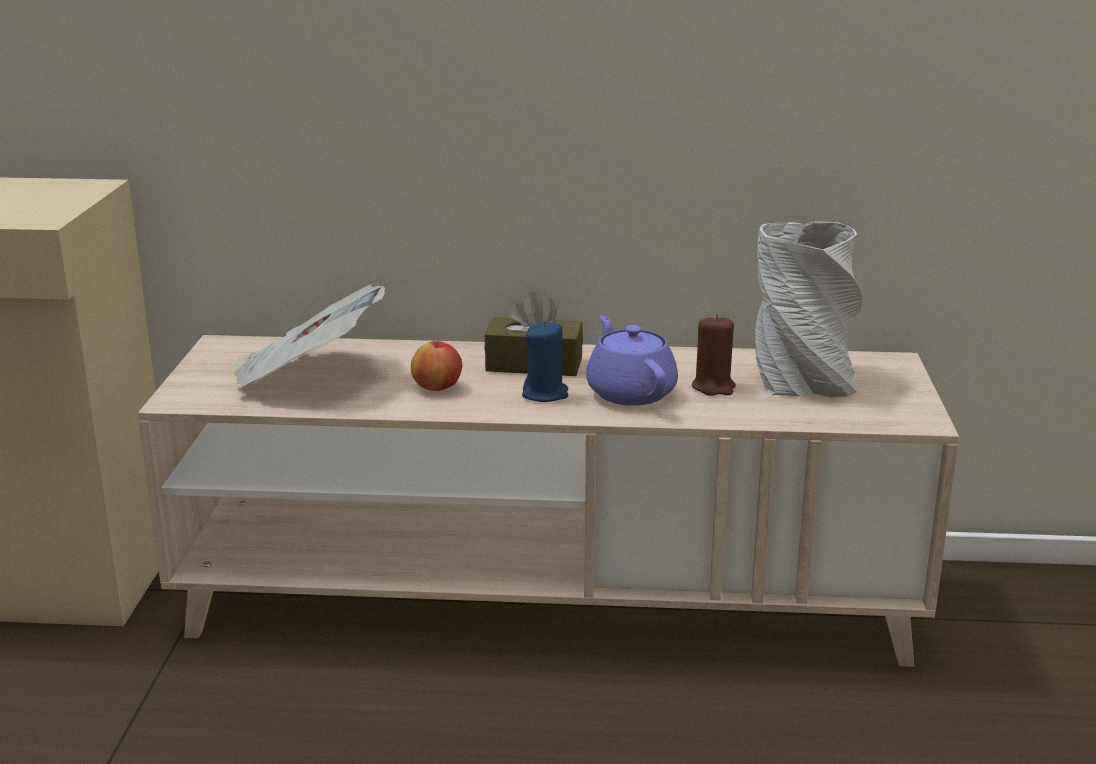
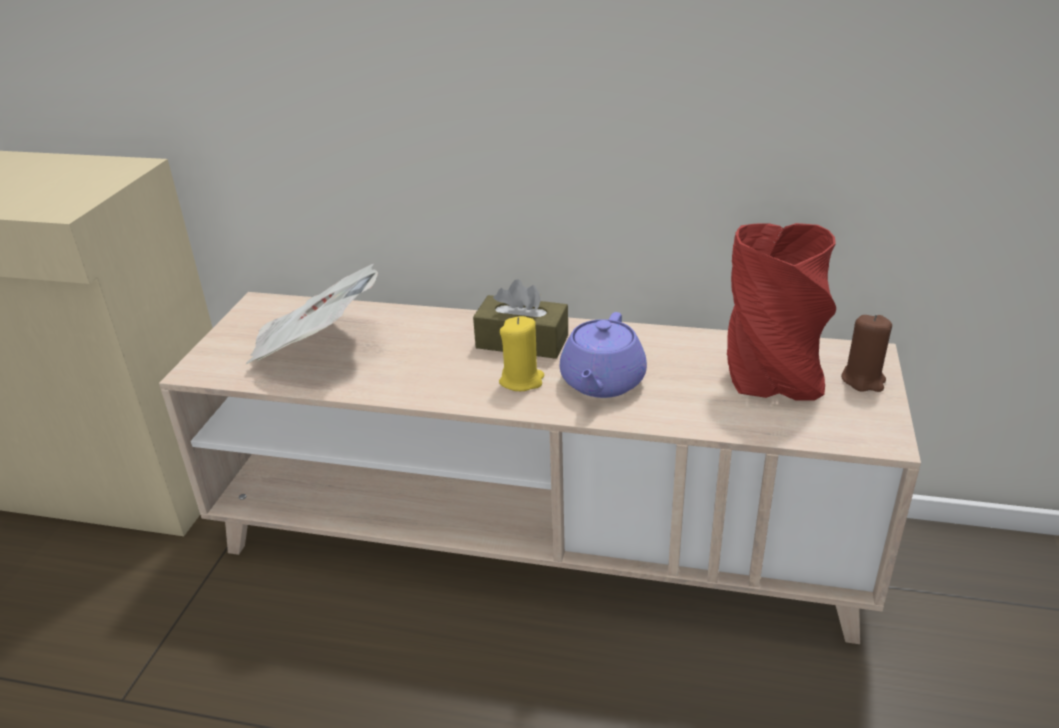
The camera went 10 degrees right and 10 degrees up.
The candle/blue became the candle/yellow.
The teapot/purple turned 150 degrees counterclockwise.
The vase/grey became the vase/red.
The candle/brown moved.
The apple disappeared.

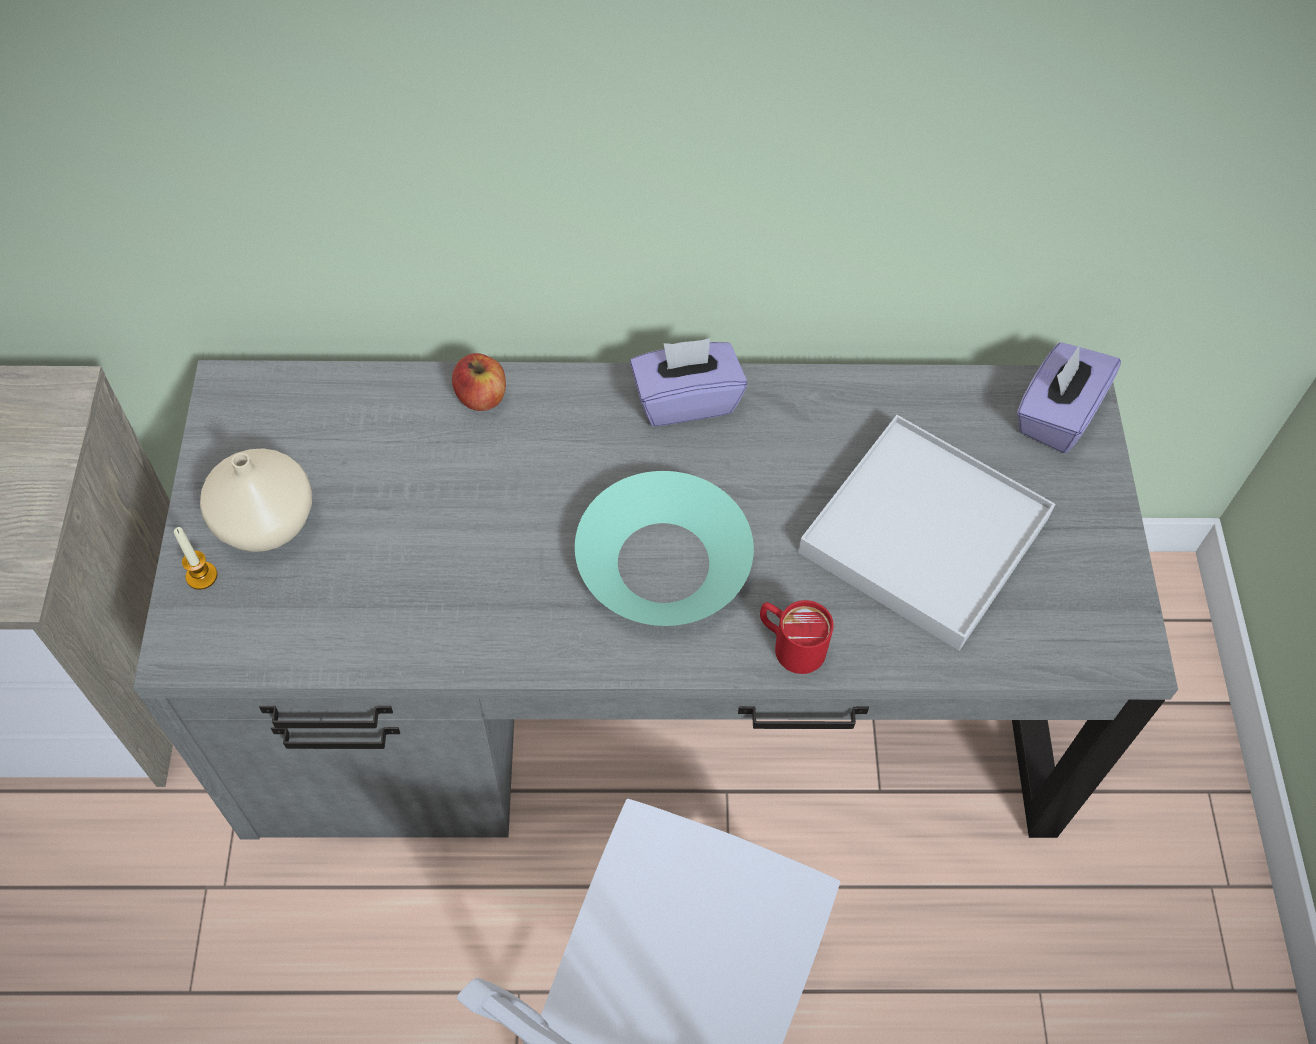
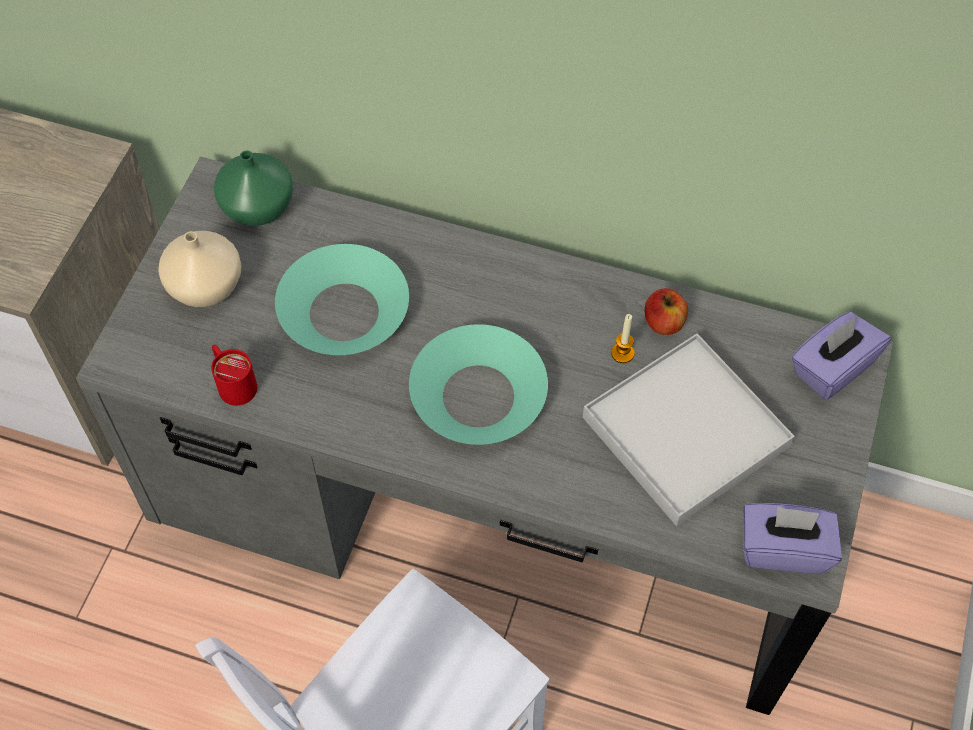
The camera went 20 degrees right and 0 degrees up.
The mug/red moved.
The vase/green appeared.
The bowl/turquoise (no. 1 from left) appeared.
The candle moved.
The apple moved.
The tissue box/purple (no. 1 from left) moved.

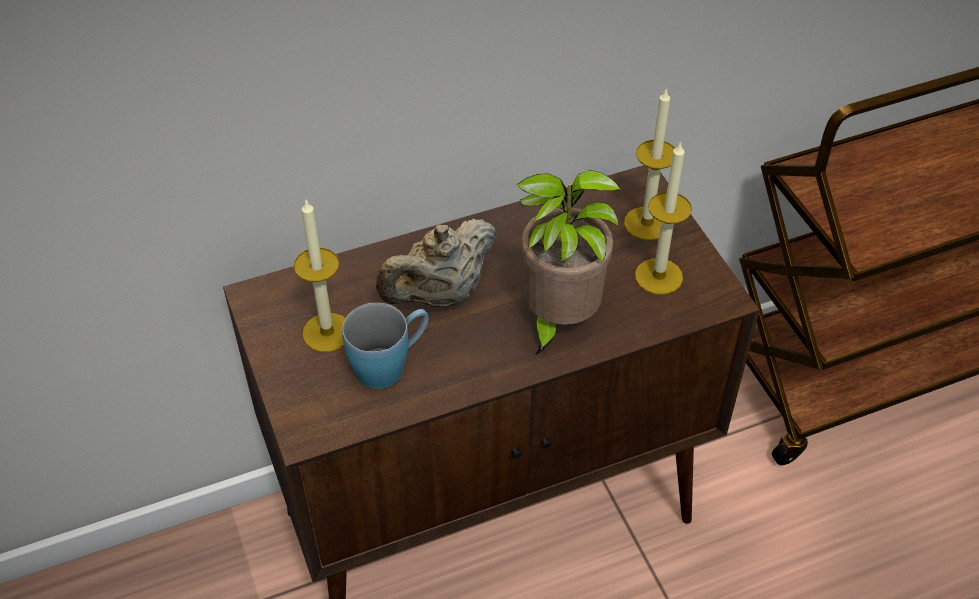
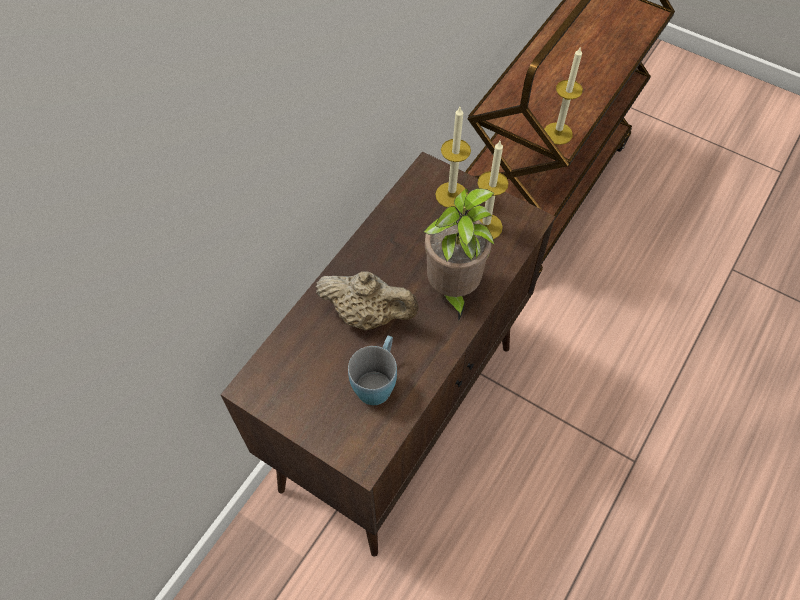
The camera went 35 degrees left and 10 degrees up.
The teapot/beige turned 90 degrees counterclockwise.
The candle (no. 1 from left in the first image) moved.

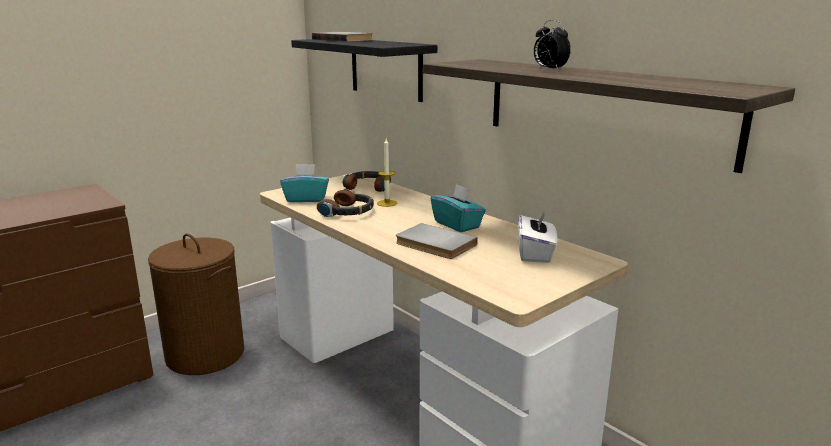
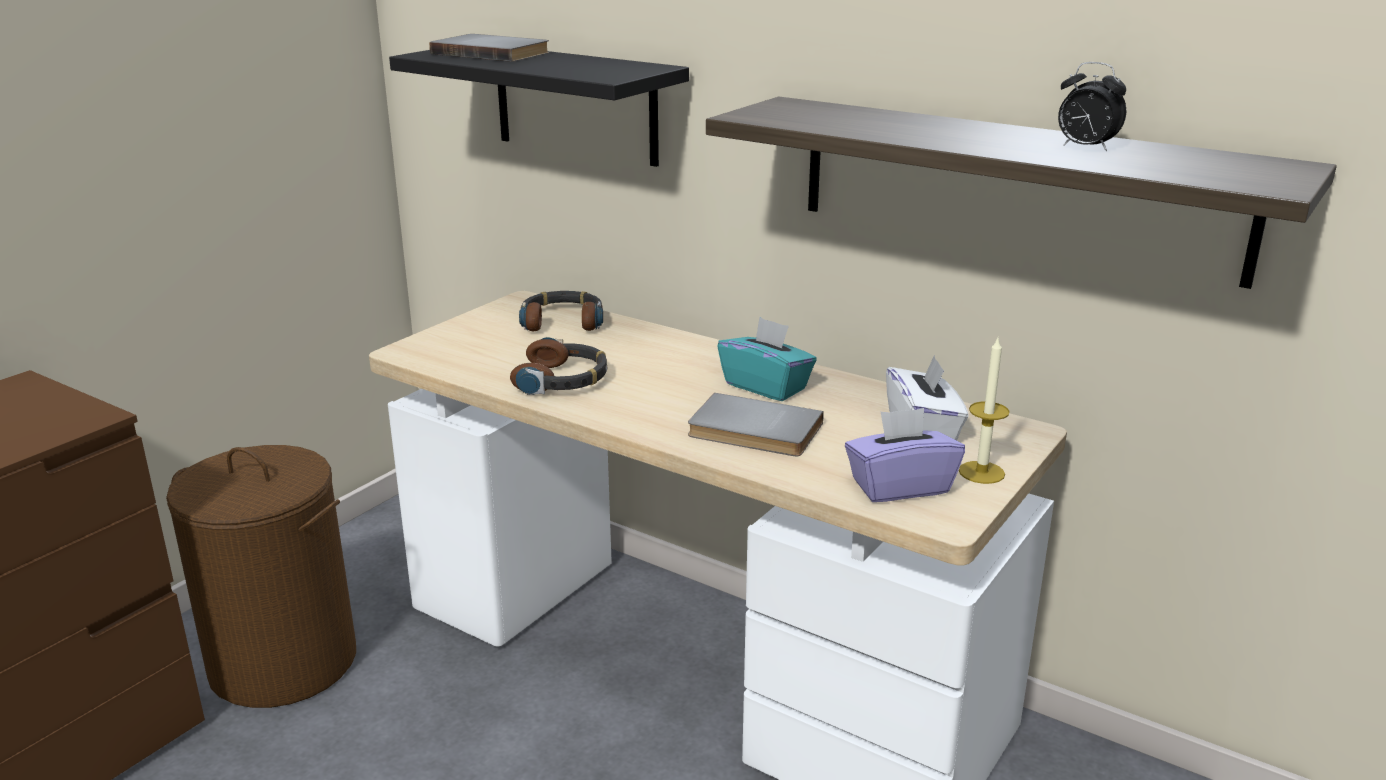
The camera went 15 degrees left and 5 degrees up.
The tissue box/purple appeared.
The candle moved.
The alarm clock moved.
The tissue box/turquoise (no. 1 from left) disappeared.

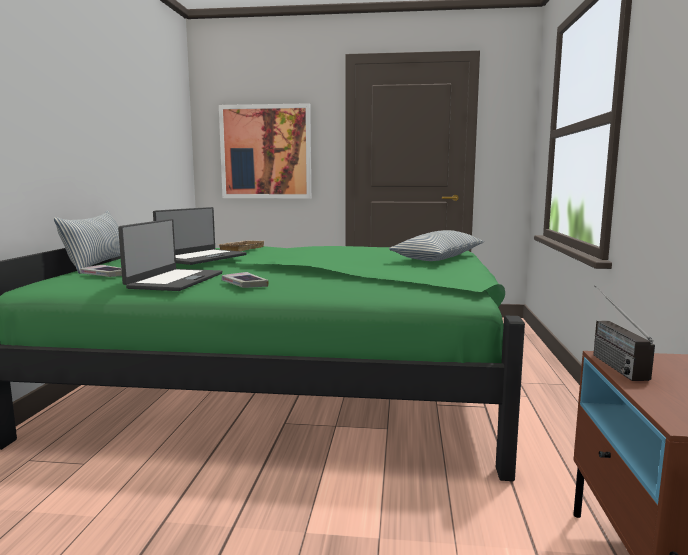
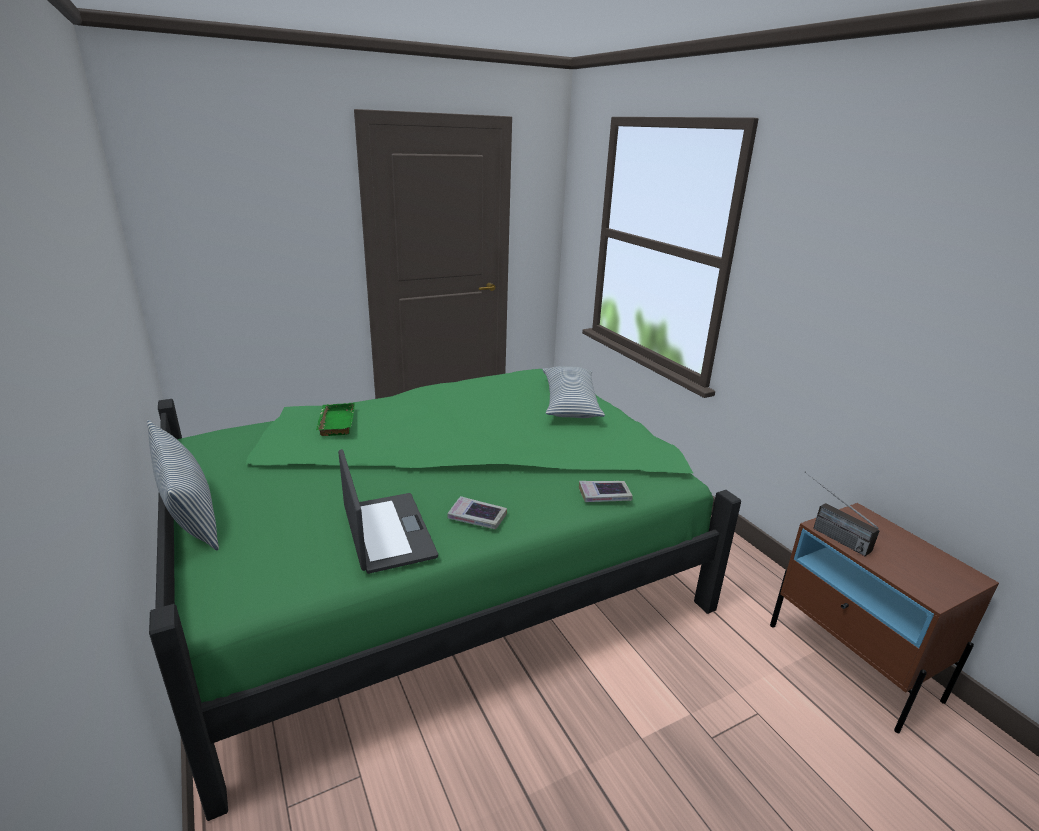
The camera went 35 degrees left and 15 degrees up.
The tray/beige became the tray/green.
The book (no. 1 from left in the first image) moved.
The laptop (no. 2 from left) disappeared.
The picture disappeared.

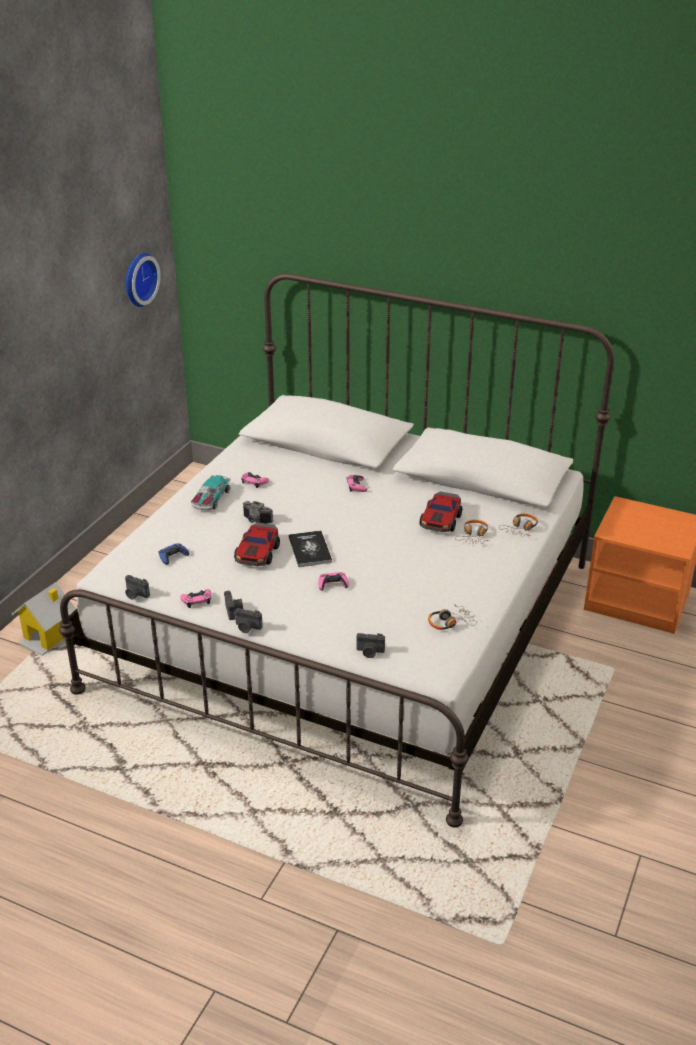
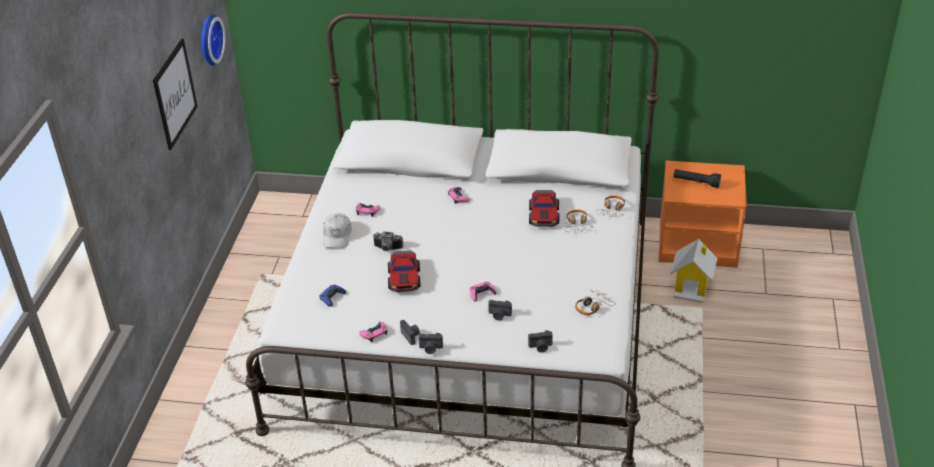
The camera went 15 degrees left and 5 degrees up.
The picture appeared.
The toy car (no. 1 from left) was replaced by the cap/white.
The photo camera (no. 1 from left in the first image) moved.
The toy house moved.
The flashlight/black appeared.
The book disappeared.

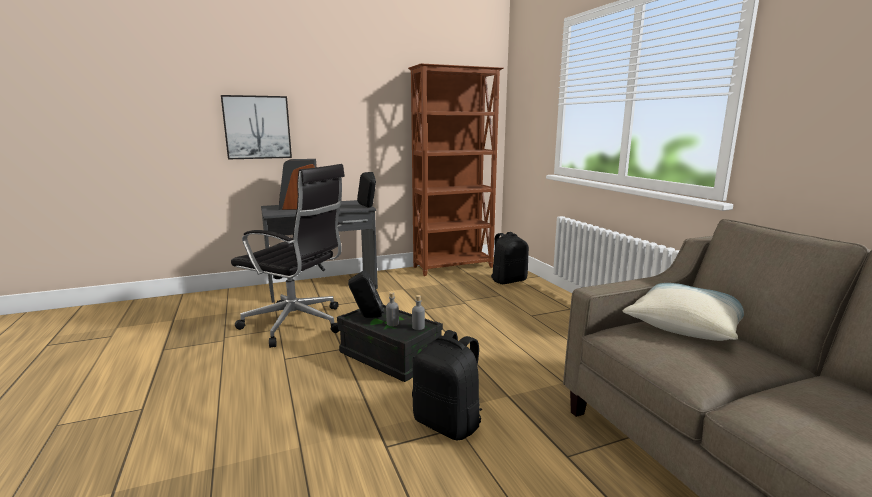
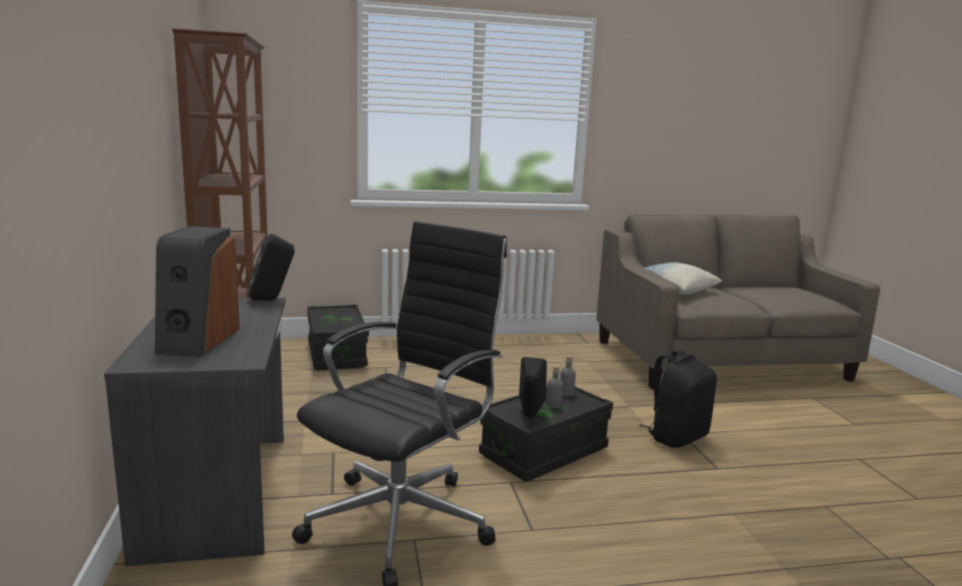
The camera went 80 degrees left and 0 degrees up.
The backpack/black (no. 2 from left) was replaced by the storage box/black (no. 1 from left).
The picture disappeared.

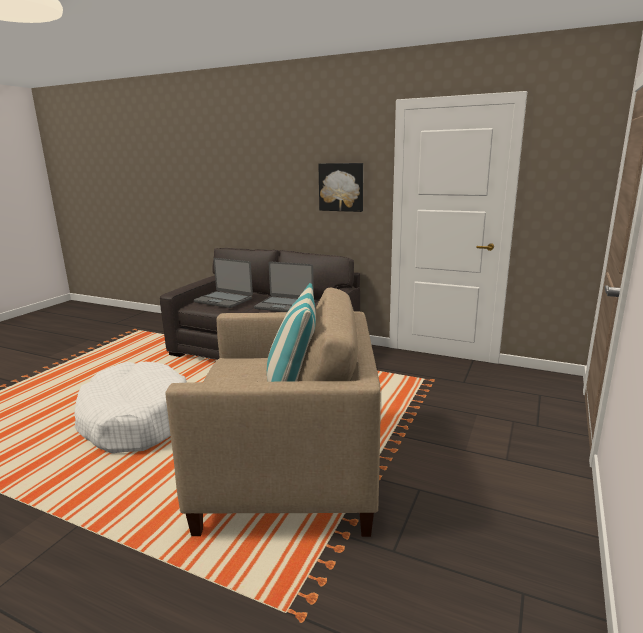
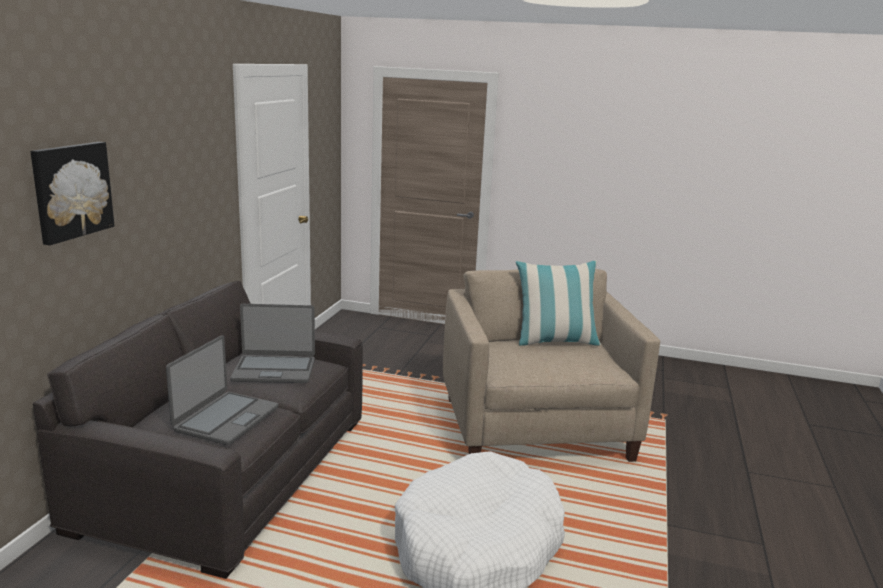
The camera went 100 degrees left and 0 degrees up.
The picture moved.
The laptop (no. 2 from left) turned 75 degrees clockwise.

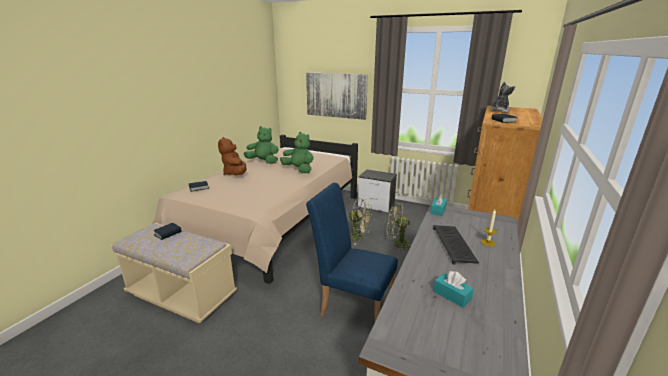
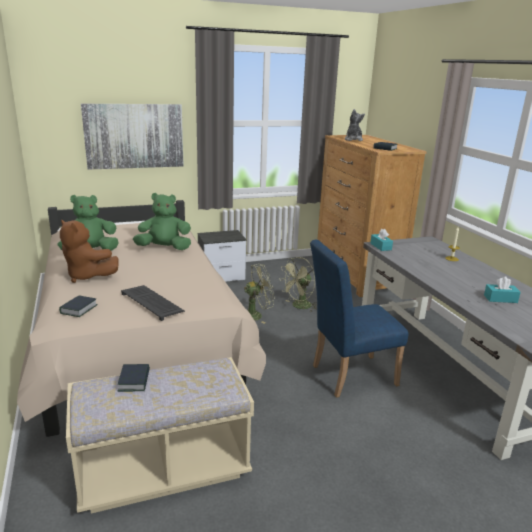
The camera went 45 degrees left and 0 degrees up.
The keyboard moved.

